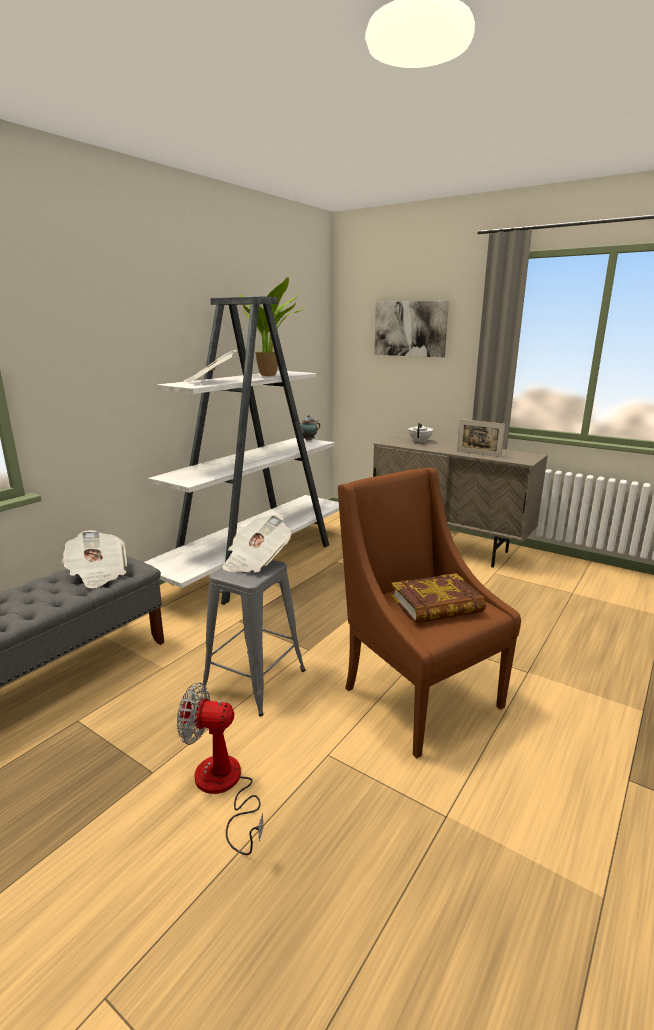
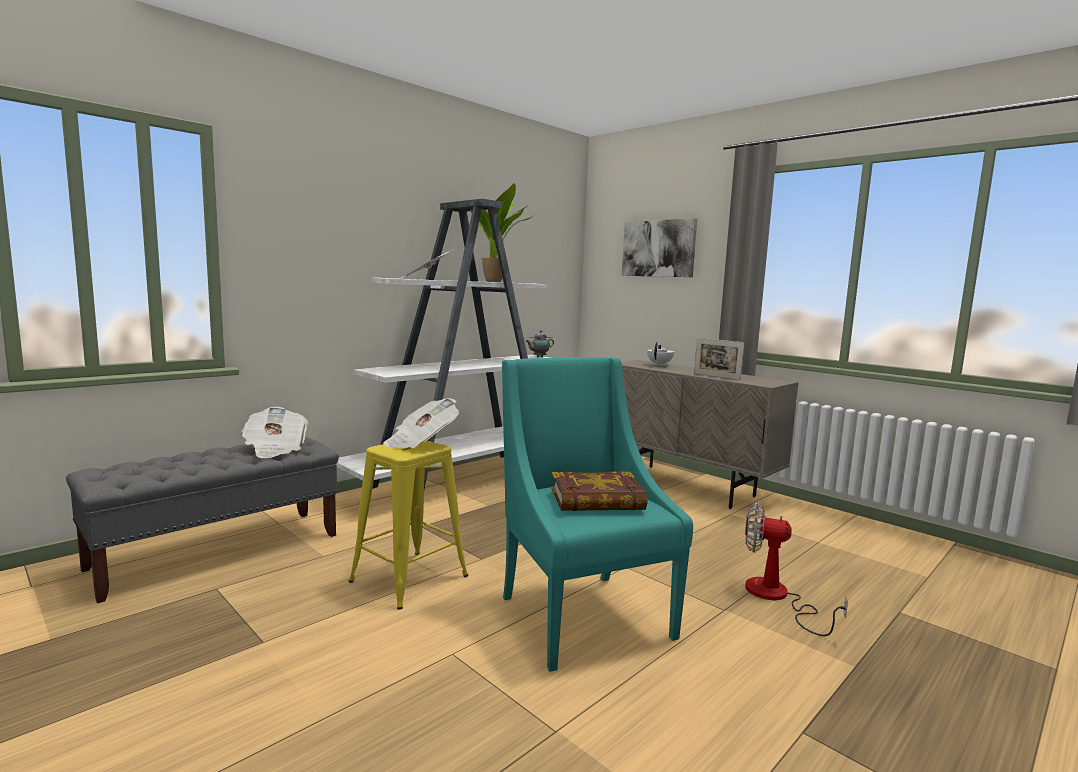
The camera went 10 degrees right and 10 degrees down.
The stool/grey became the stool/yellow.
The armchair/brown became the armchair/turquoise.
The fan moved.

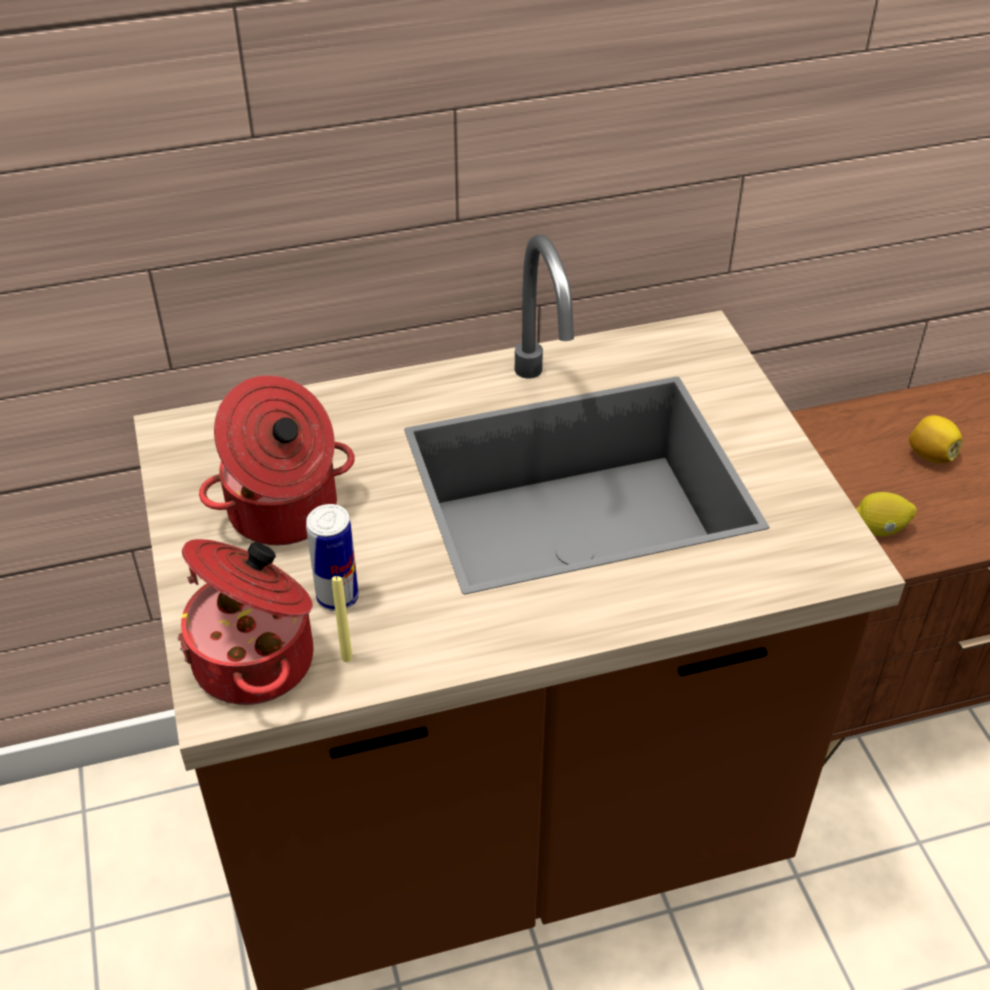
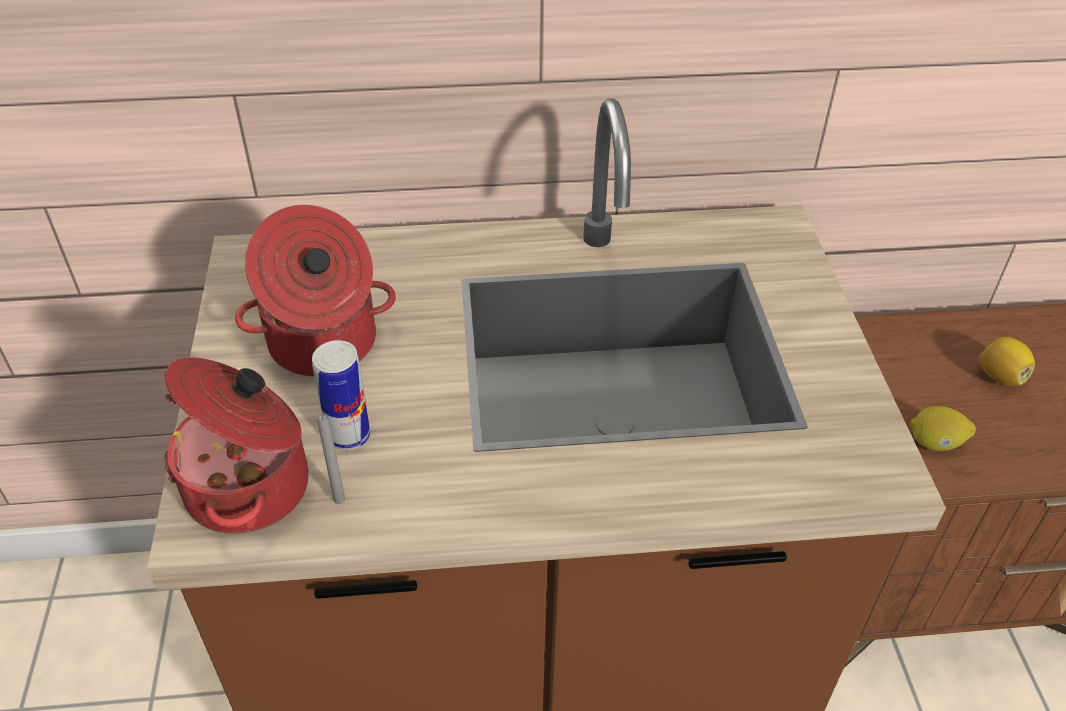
The camera went 10 degrees right and 0 degrees up.
The candle/yellow became the candle/grey.

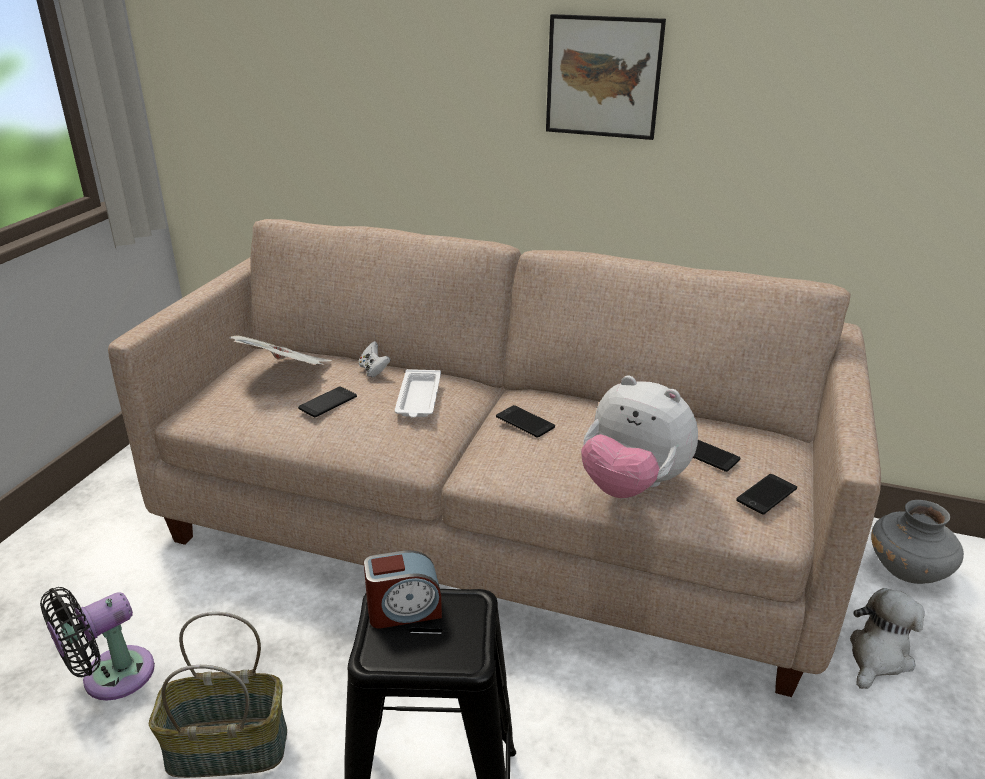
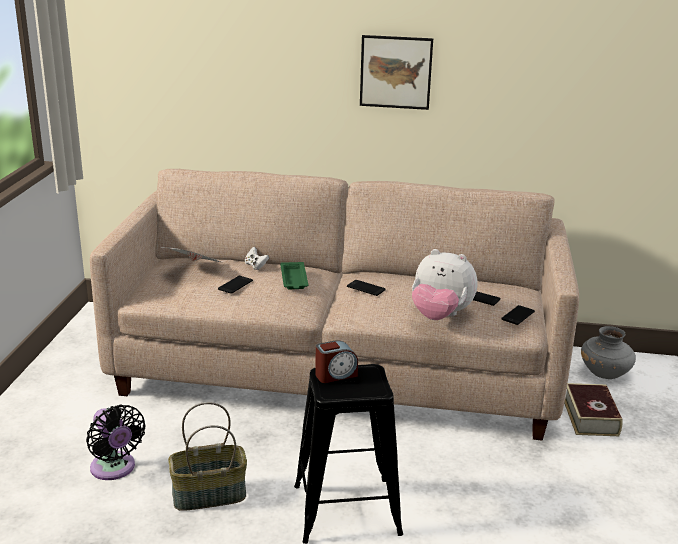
The camera went 10 degrees left and 5 degrees down.
The fan/black turned 75 degrees counterclockwise.
The tray/white became the tray/green.
The plush toy (no. 2 from left) was replaced by the book.

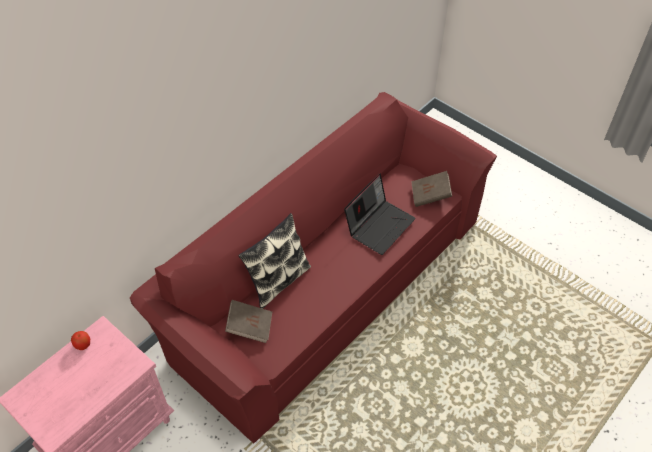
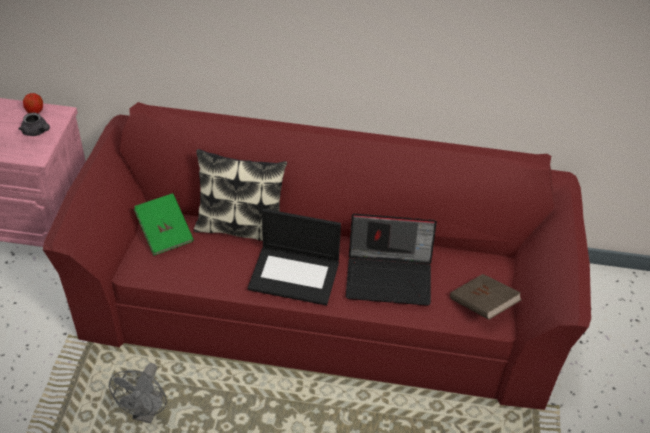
The camera went 55 degrees right and 5 degrees down.
The teapot/grey appeared.
The fan/grey appeared.
The book/brown (no. 1 from left) became the book/green.
The laptop (no. 1 from left) appeared.

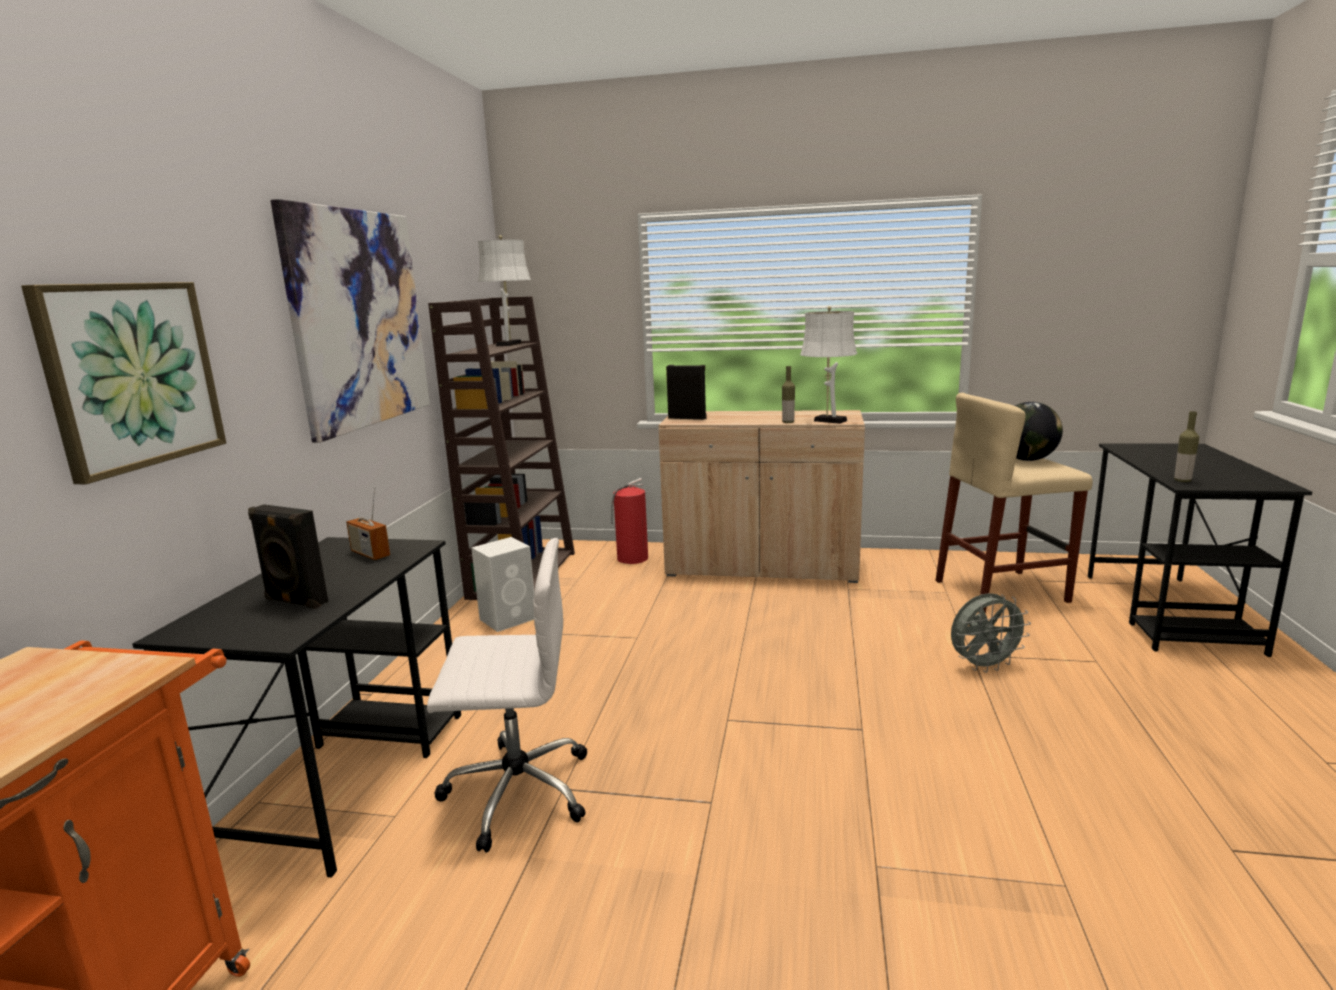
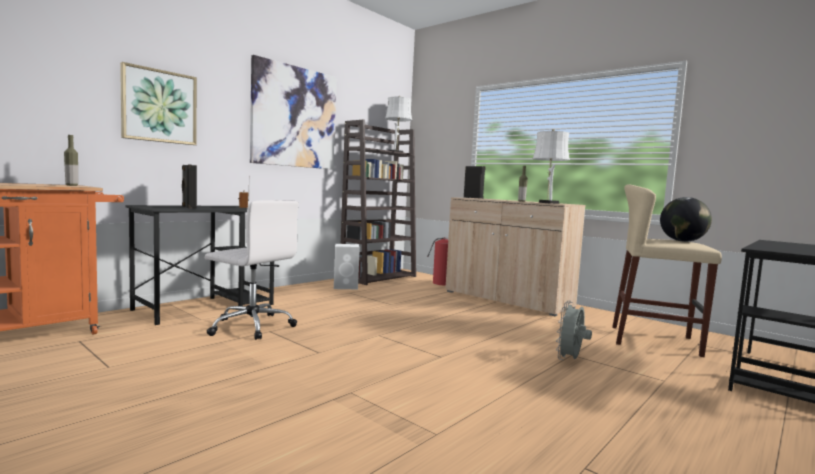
The camera went 30 degrees right and 10 degrees down.
The bottle (no. 2 from left in the first image) moved.
The fan/grey turned 105 degrees clockwise.

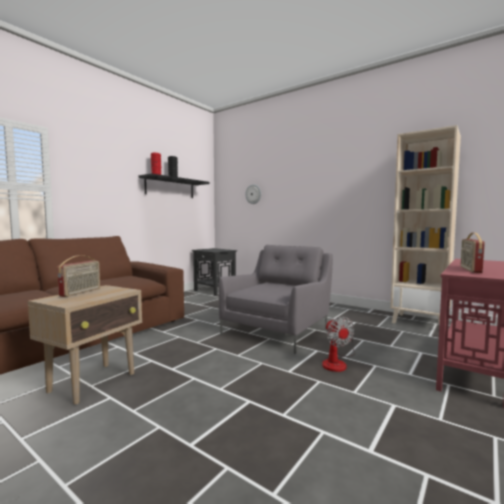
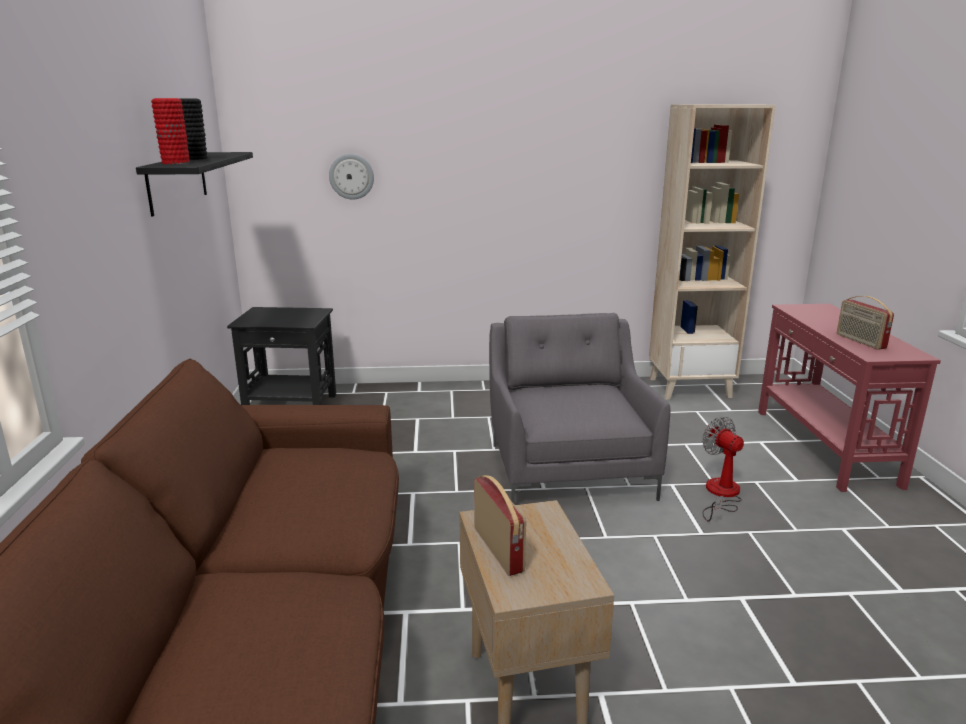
The camera went 40 degrees left and 15 degrees up.
The fan turned 150 degrees counterclockwise.

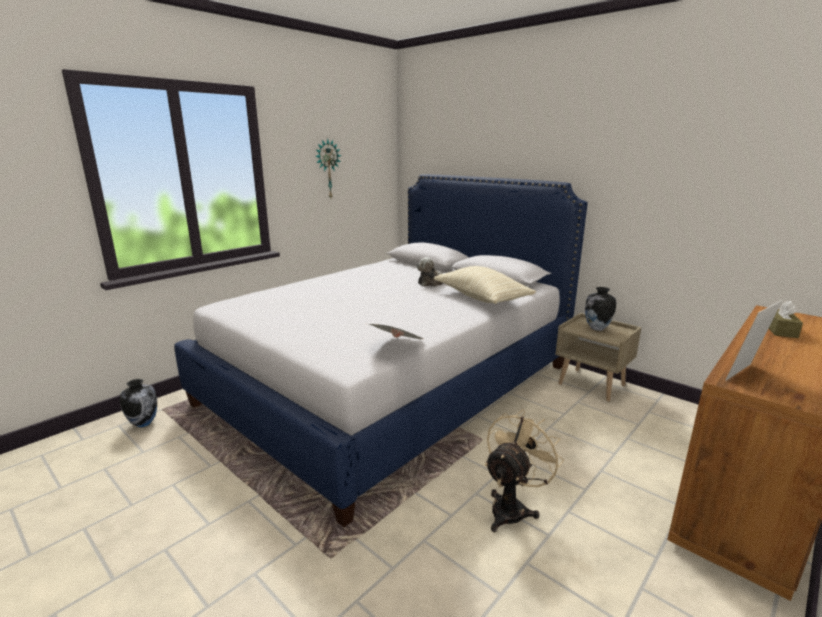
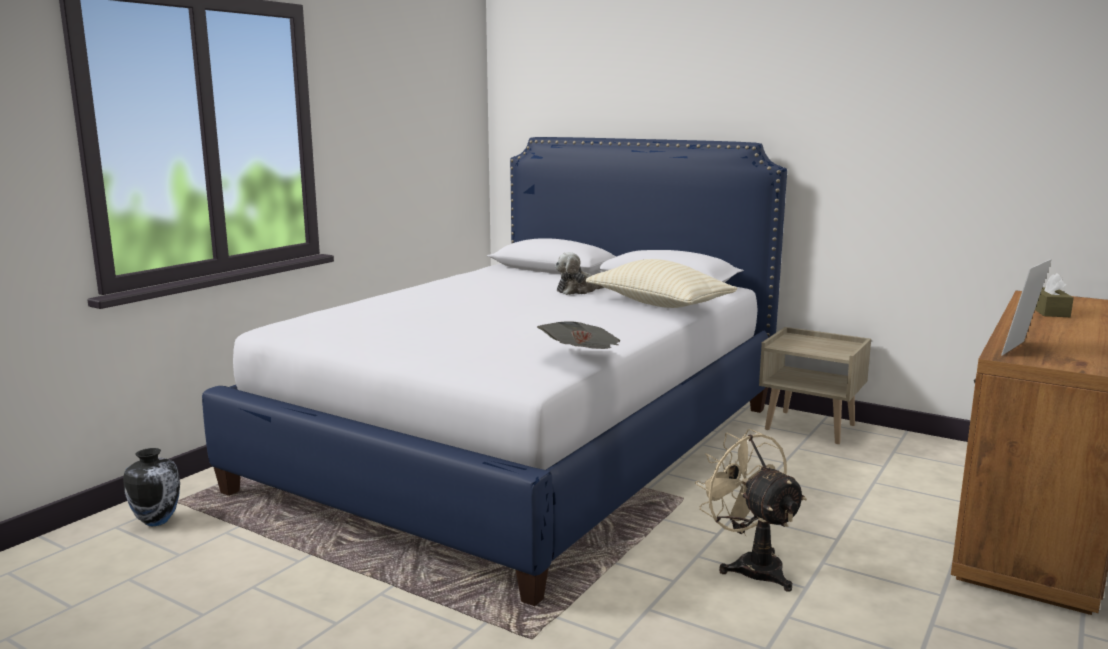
The camera went 10 degrees left and 5 degrees down.
The fan/beige turned 60 degrees counterclockwise.
The wall clock disappeared.
The vase (no. 2 from left) disappeared.

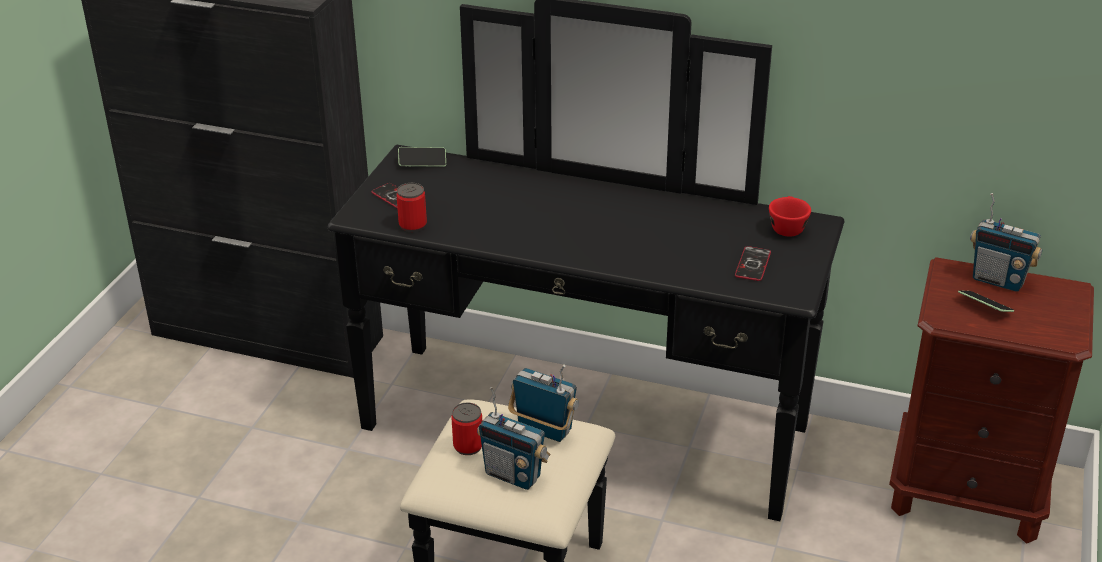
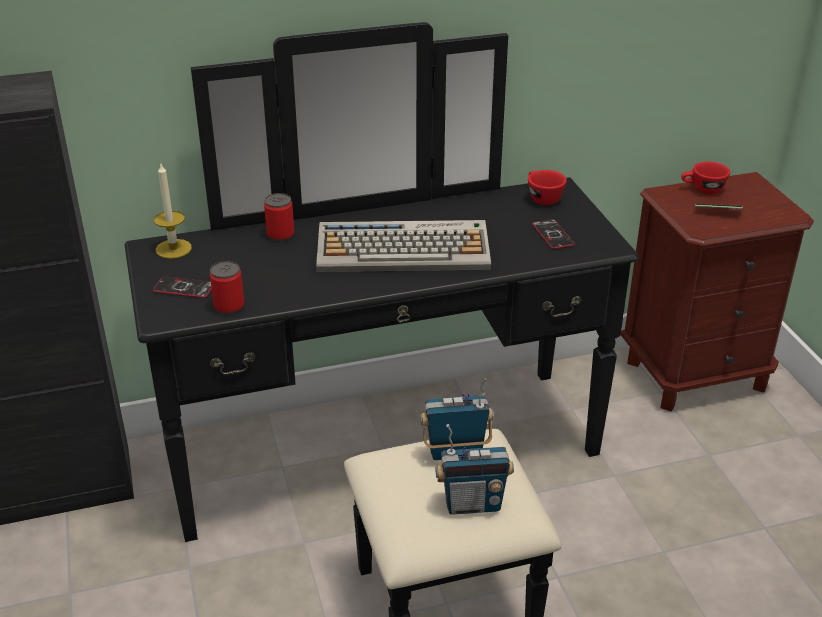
The camera went 35 degrees left and 0 degrees up.
The phone (no. 2 from left) was replaced by the candle.
The can (no. 2 from left) moved.
The keyboard appeared.
The radio (no. 3 from left) was replaced by the cup/red (no. 2 from left).

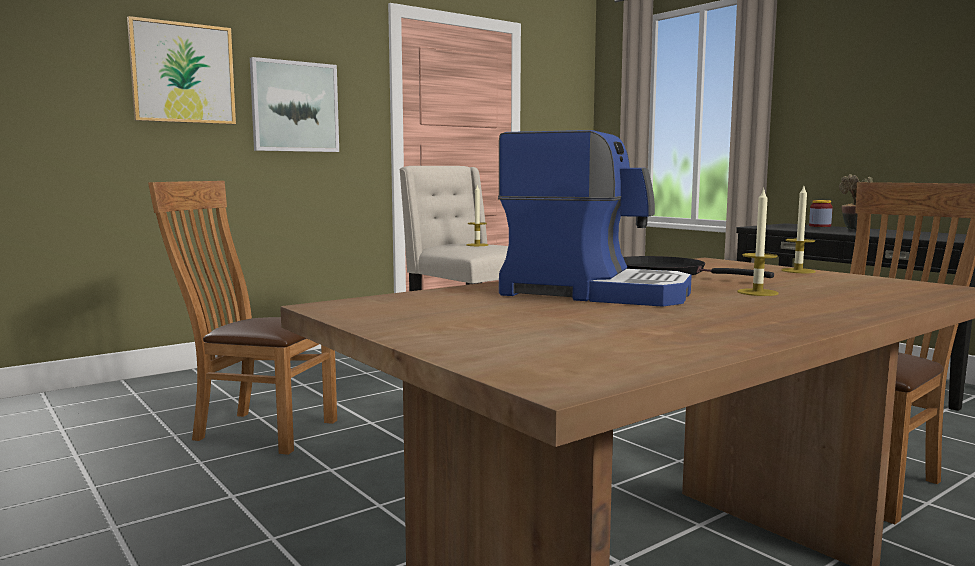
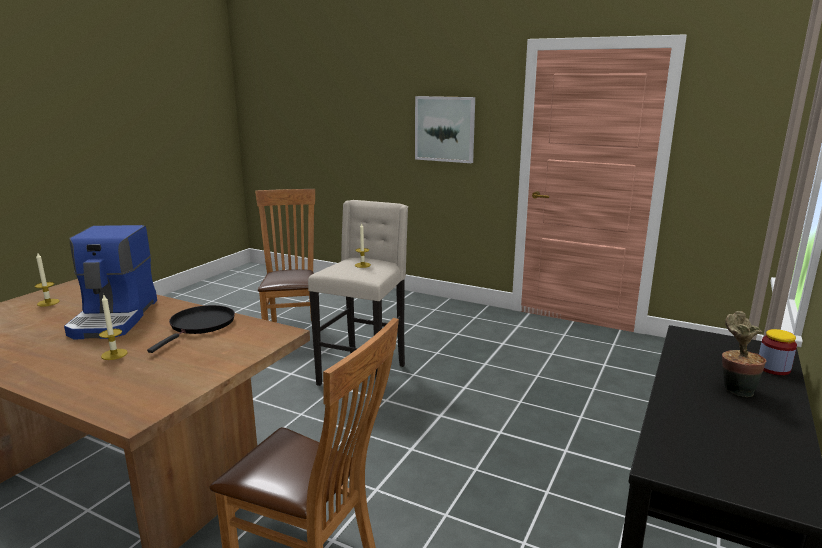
The camera went 65 degrees right and 10 degrees up.
The candle (no. 3 from left in the first image) moved.
The picture (no. 1 from left) disappeared.

